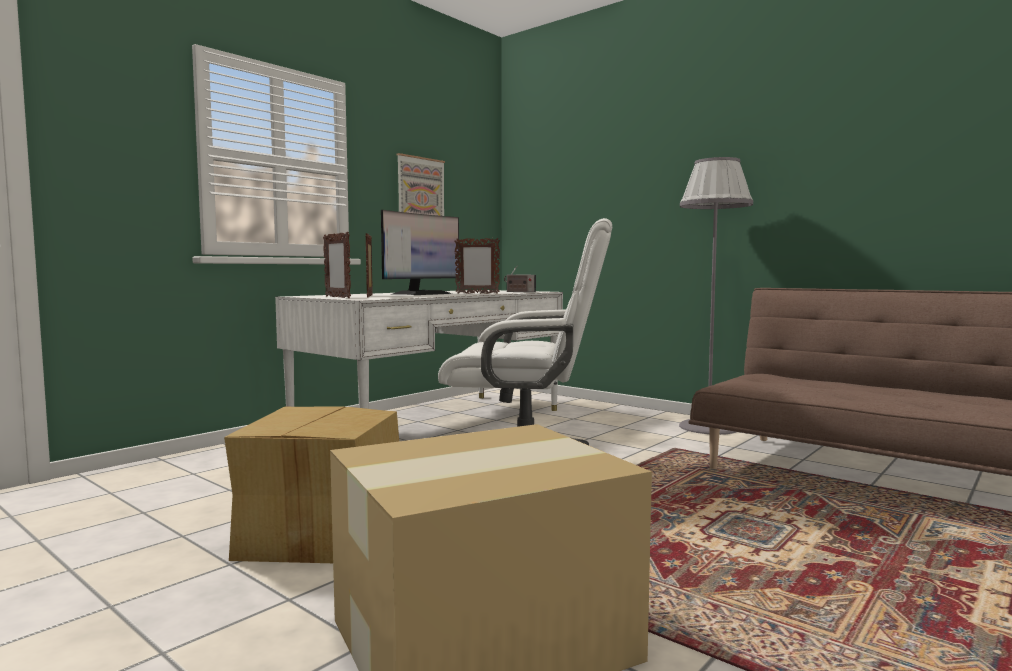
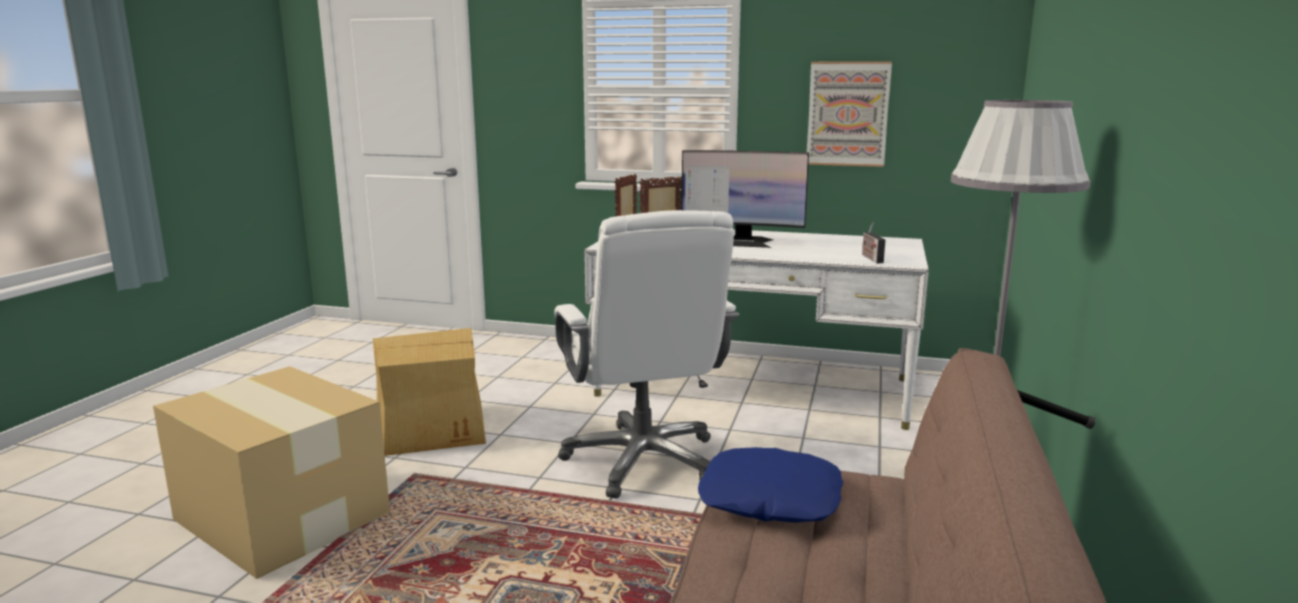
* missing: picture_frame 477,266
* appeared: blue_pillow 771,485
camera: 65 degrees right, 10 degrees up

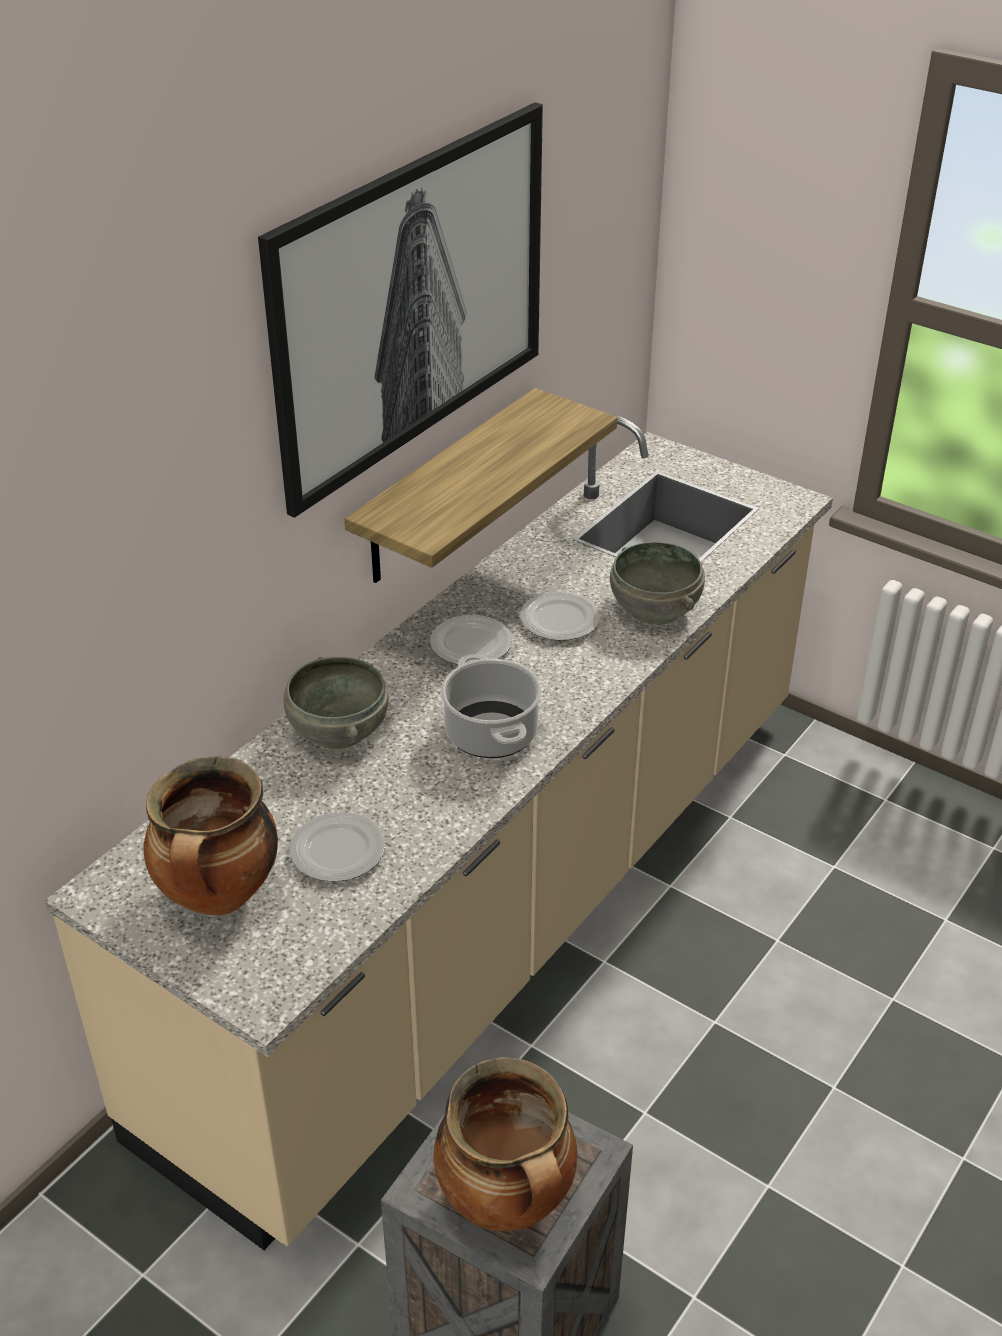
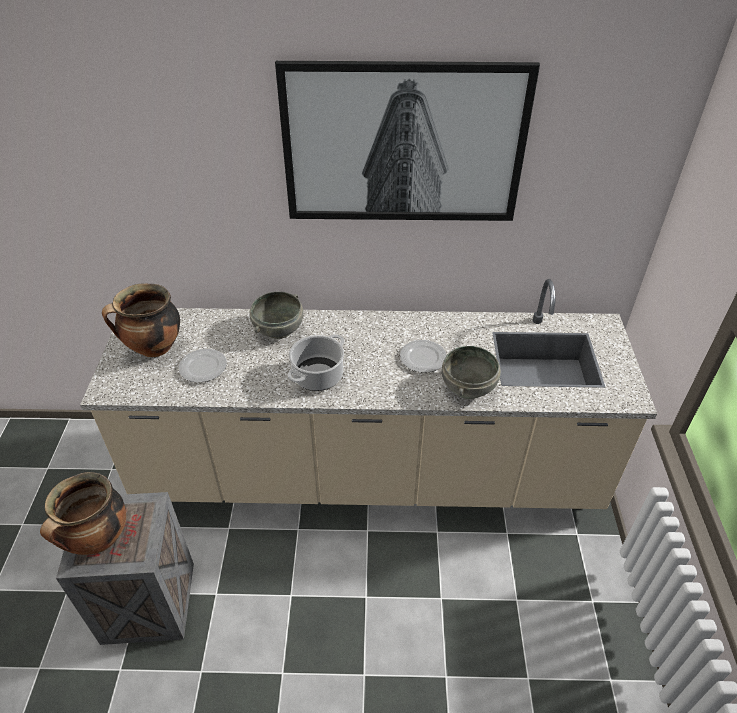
* missing: shelf 480,485
* missing: plate 471,640
camera: 55 degrees right, 5 degrees up

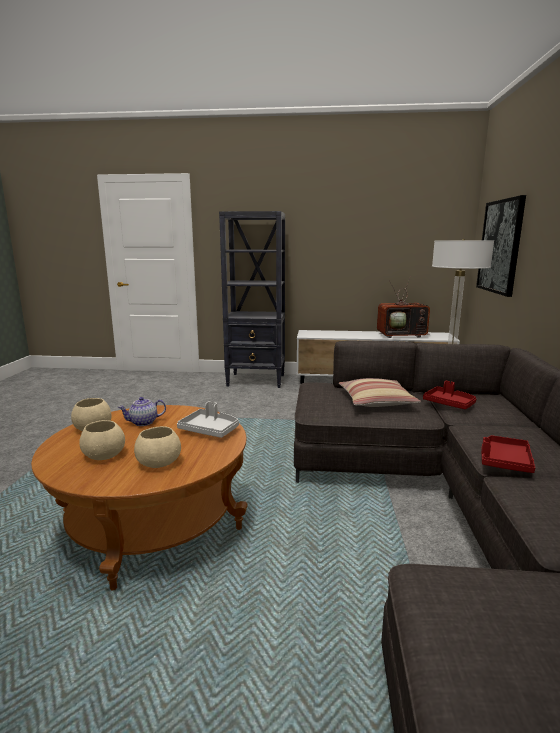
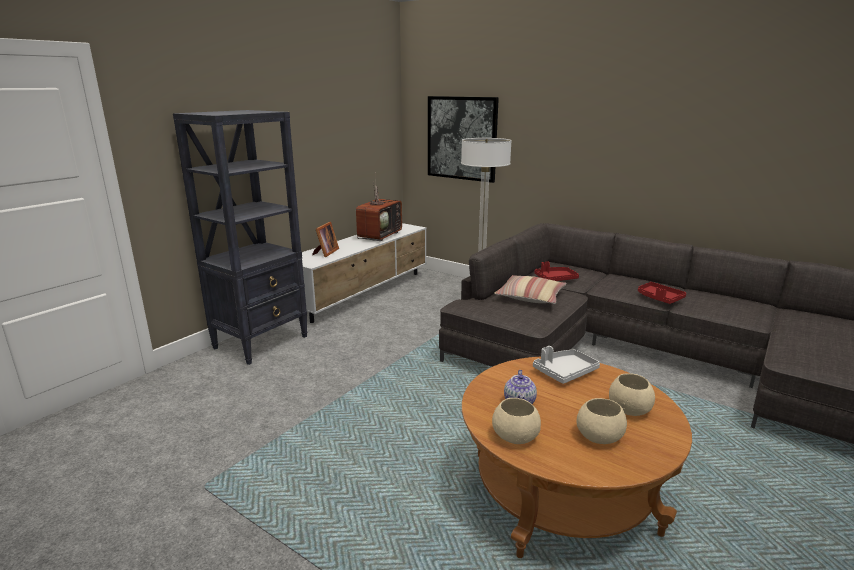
* appeared: picture_frame 325,239
camera: 60 degrees left, 5 degrees up

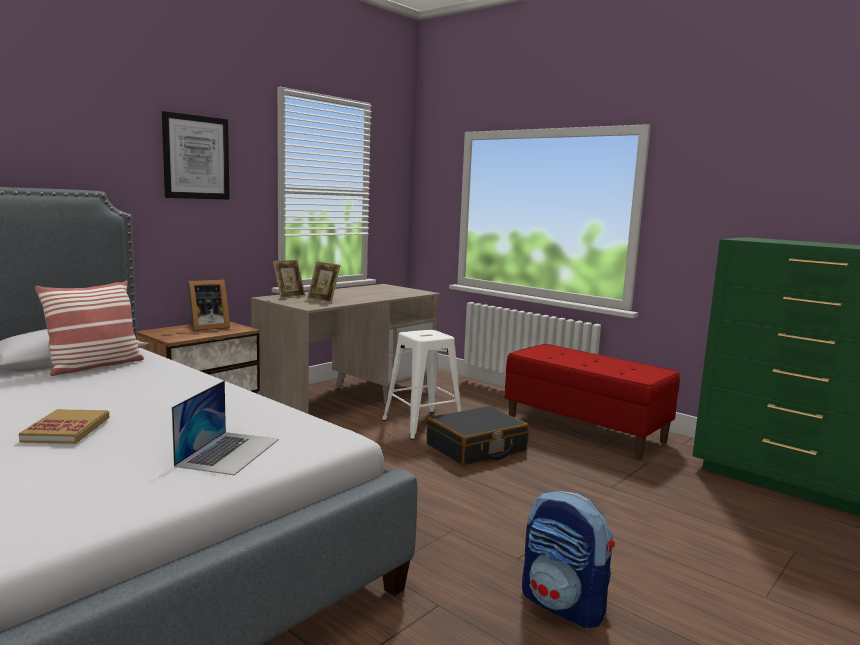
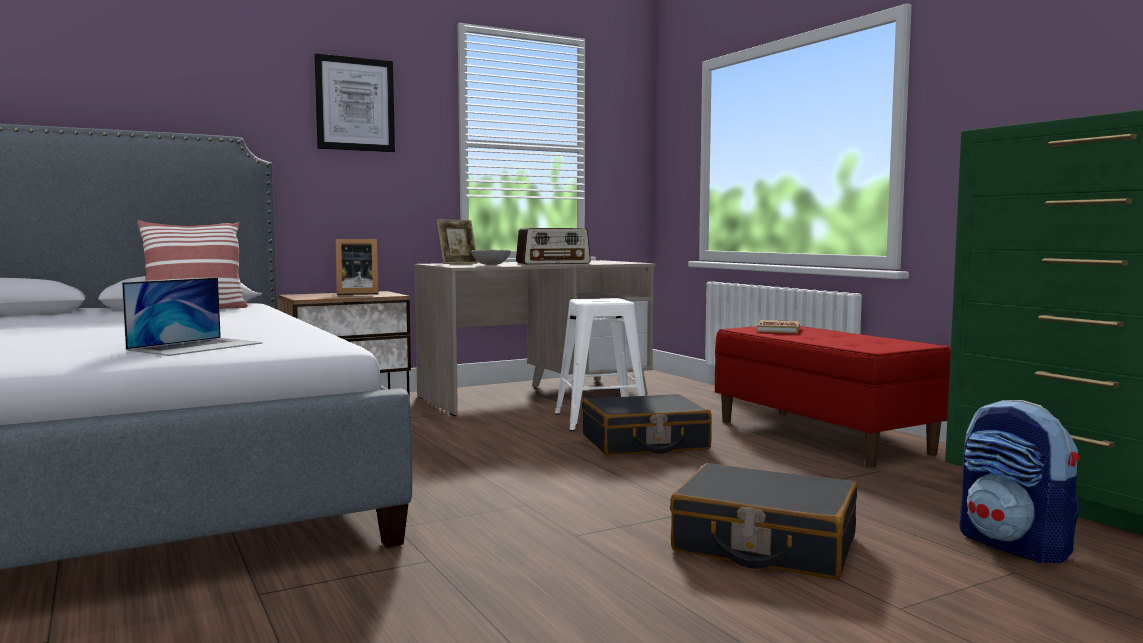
* appeared: radio 553,246
* appeared: black_suitcase 763,521
* relocated: book 64,426 to 778,326
* relocated: backpack 568,559 to 1020,481
* exchanged: picture_frame 324,282 to grey_bowl 491,257
camera: 20 degrees right, 5 degrees down

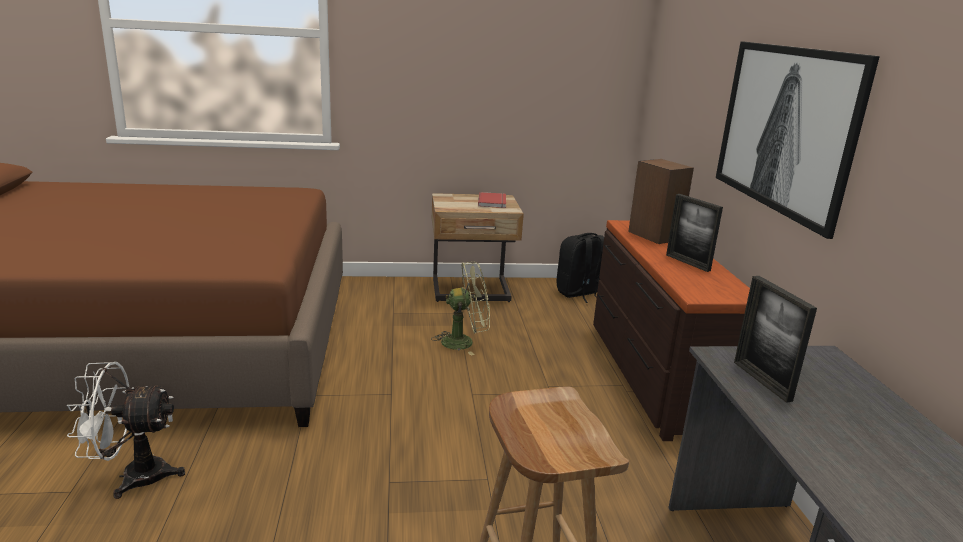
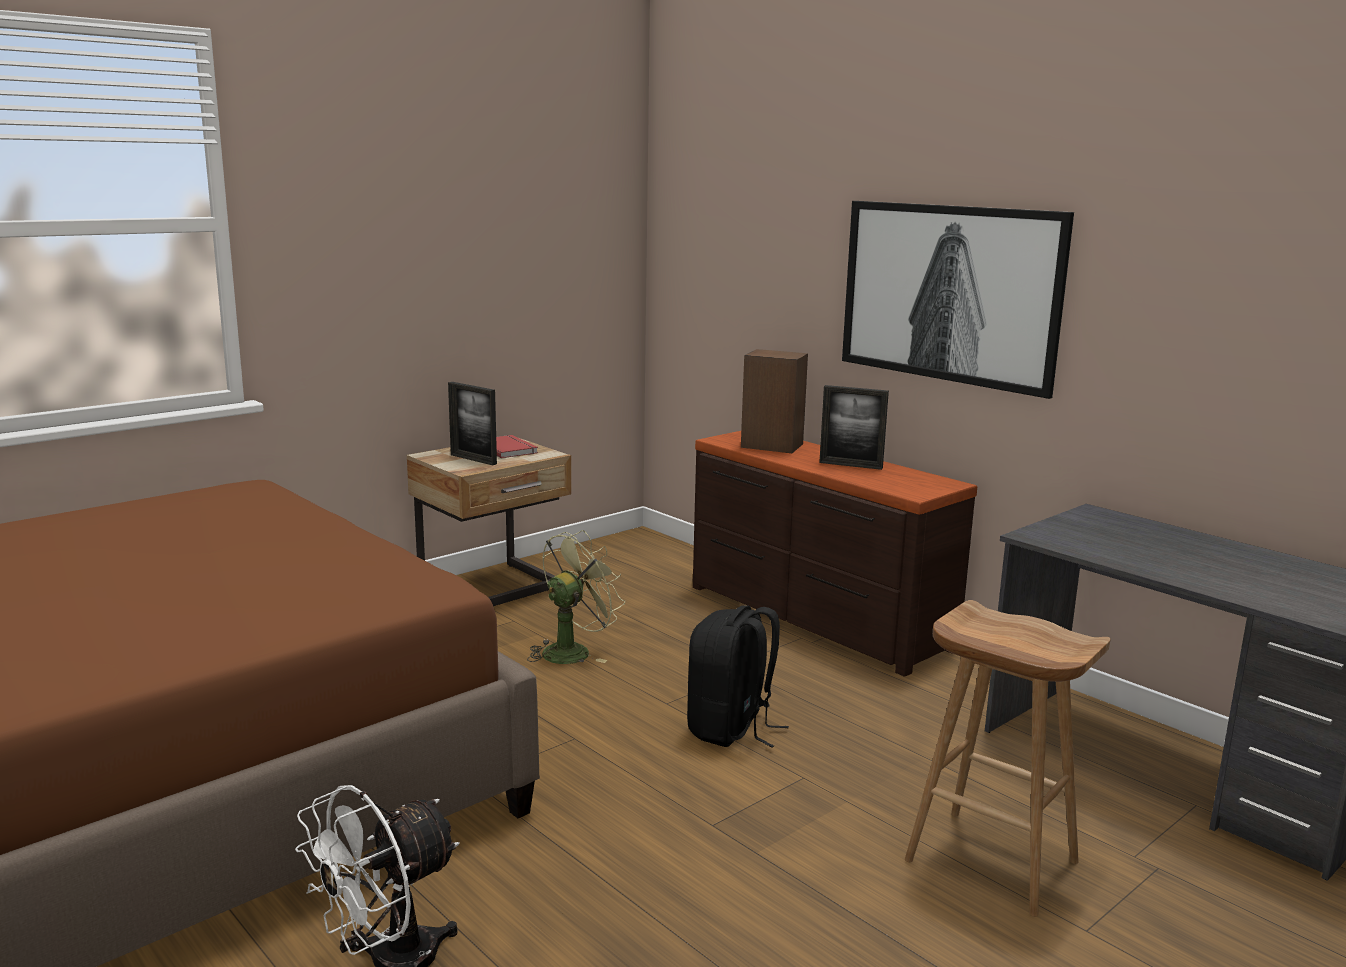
* relocated: black_backpack 580,268 to 738,676
* relocated: picture_frame 775,339 to 472,423
camera: 35 degrees left, 5 degrees down

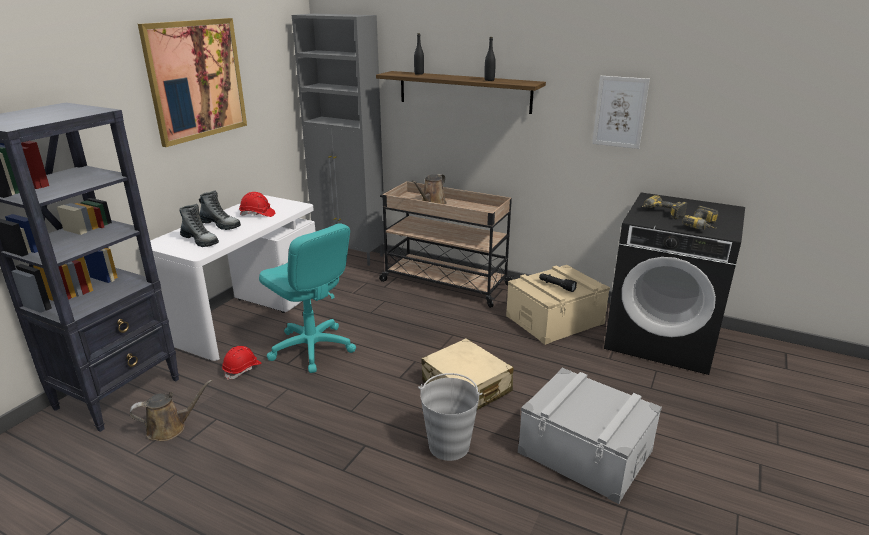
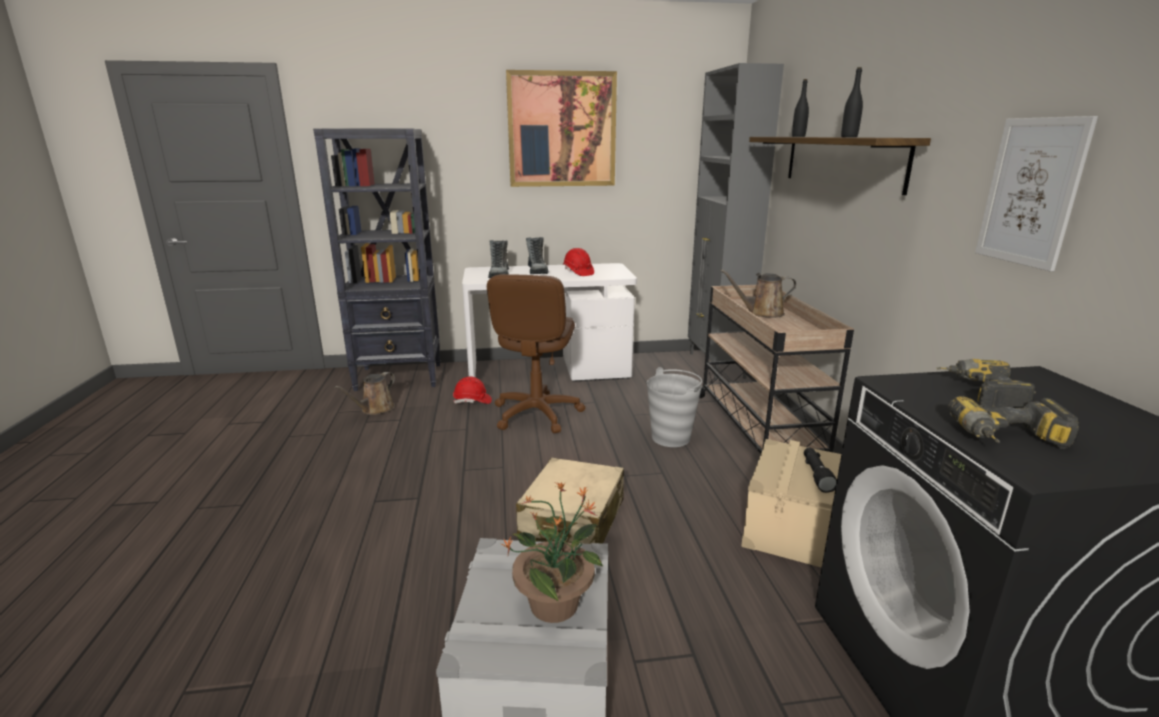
* appeared: potted_plant 552,552
* relocated: grey_bucket 450,417 to 674,407
* colour: turquoise_office_chair 307,298 to brown_office_chair 536,353
* spun: brown_watering_can 171,410 = 364,393 90 degrees clockwise
camera: 55 degrees right, 5 degrees down

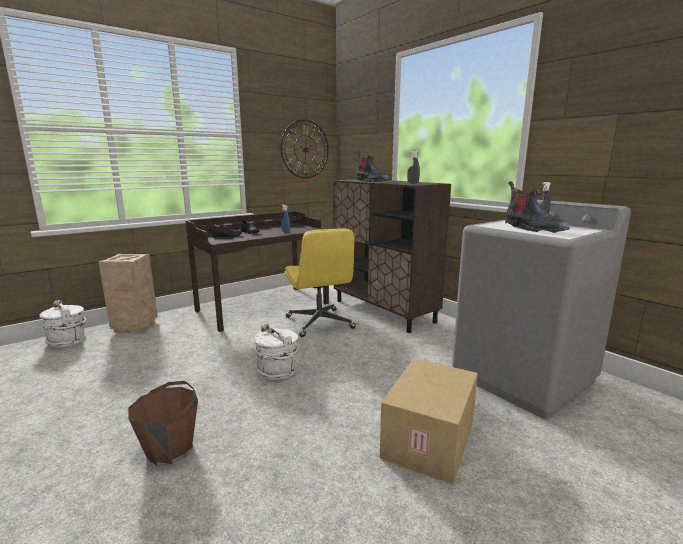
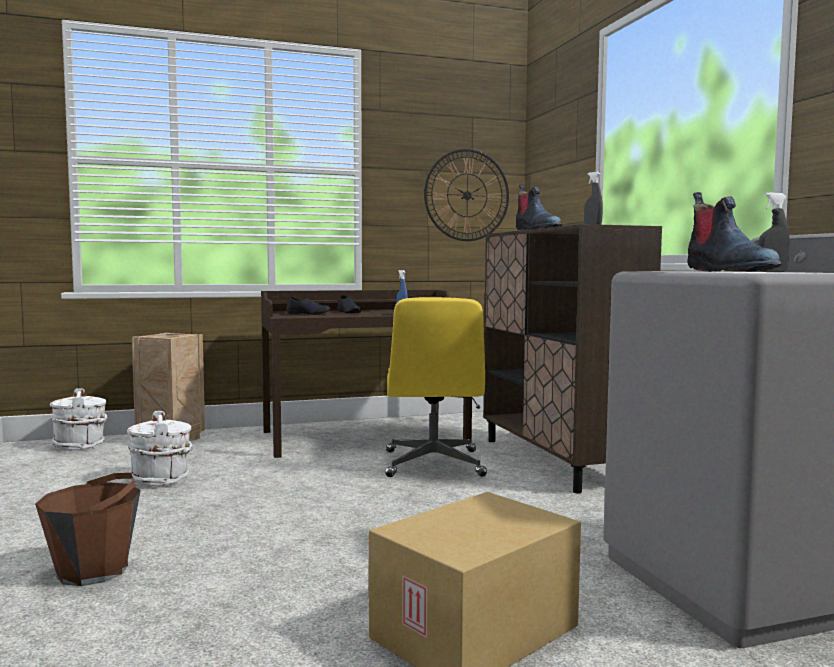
* relocated: white_bucket 276,351 to 159,448
camera: 20 degrees right, 10 degrees down

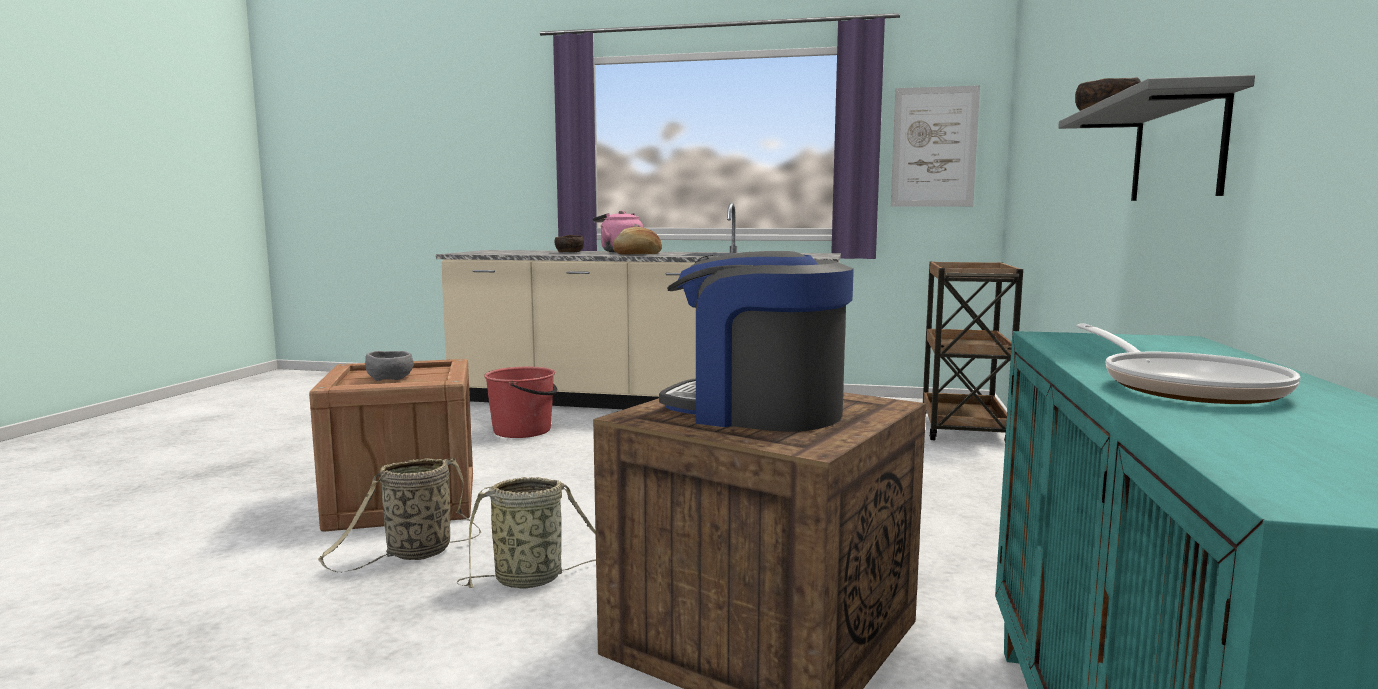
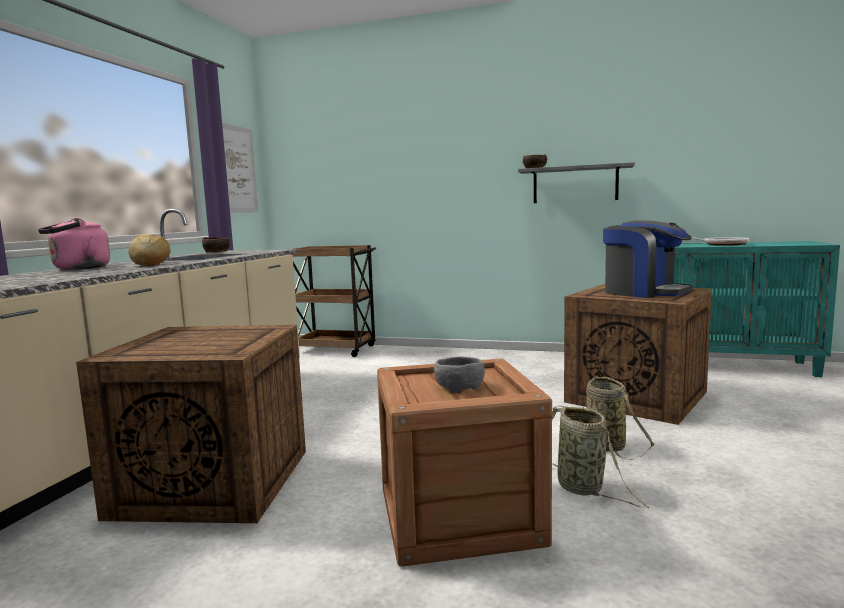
* relocated: brown_bowl 569,243 to 216,244
* exchanged: red_bucket 520,402 to crate 191,424
* spun: coffee_machine 756,341 = 648,259 75 degrees counterclockwise
camera: 85 degrees left, 0 degrees up

